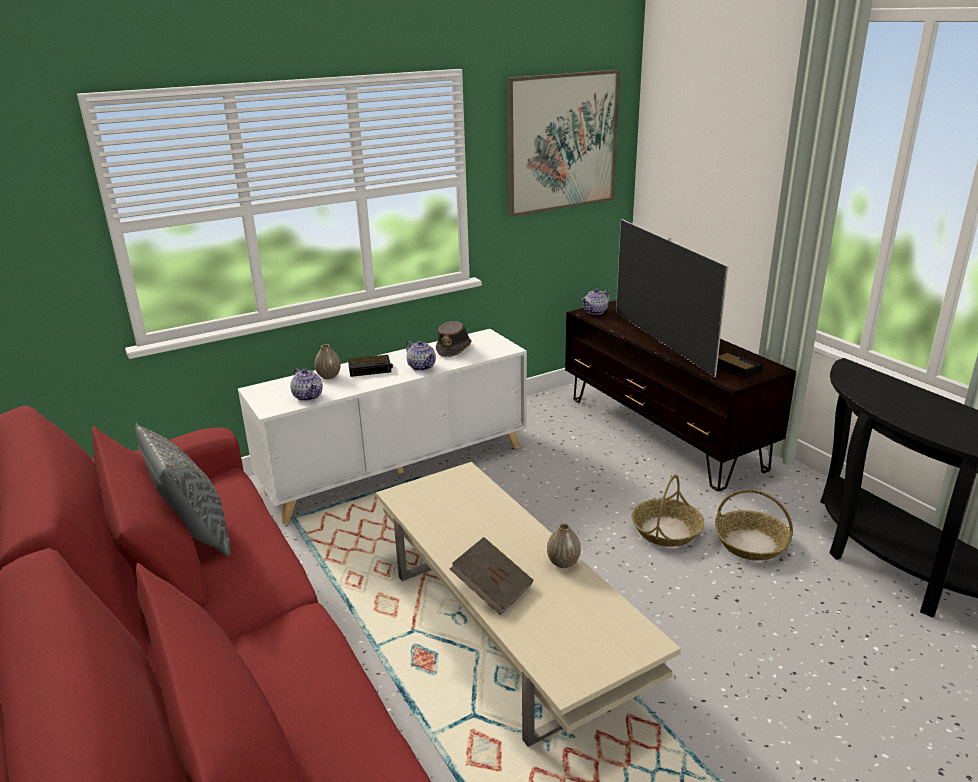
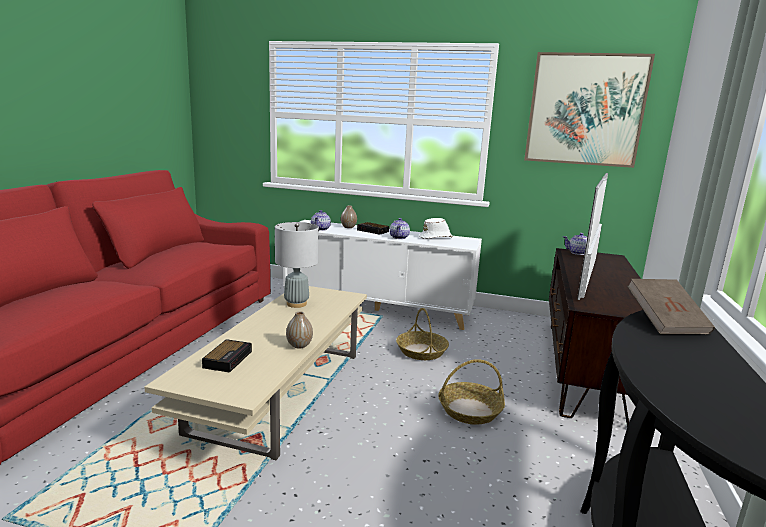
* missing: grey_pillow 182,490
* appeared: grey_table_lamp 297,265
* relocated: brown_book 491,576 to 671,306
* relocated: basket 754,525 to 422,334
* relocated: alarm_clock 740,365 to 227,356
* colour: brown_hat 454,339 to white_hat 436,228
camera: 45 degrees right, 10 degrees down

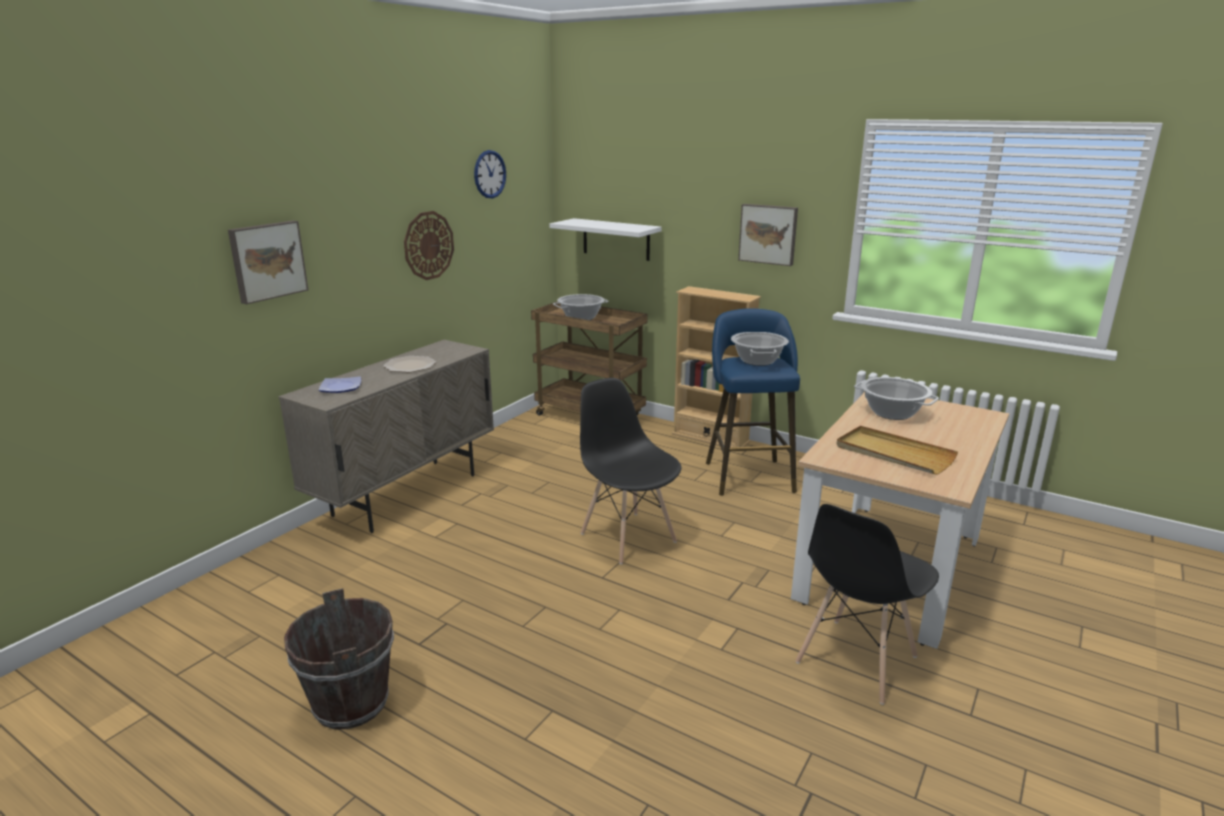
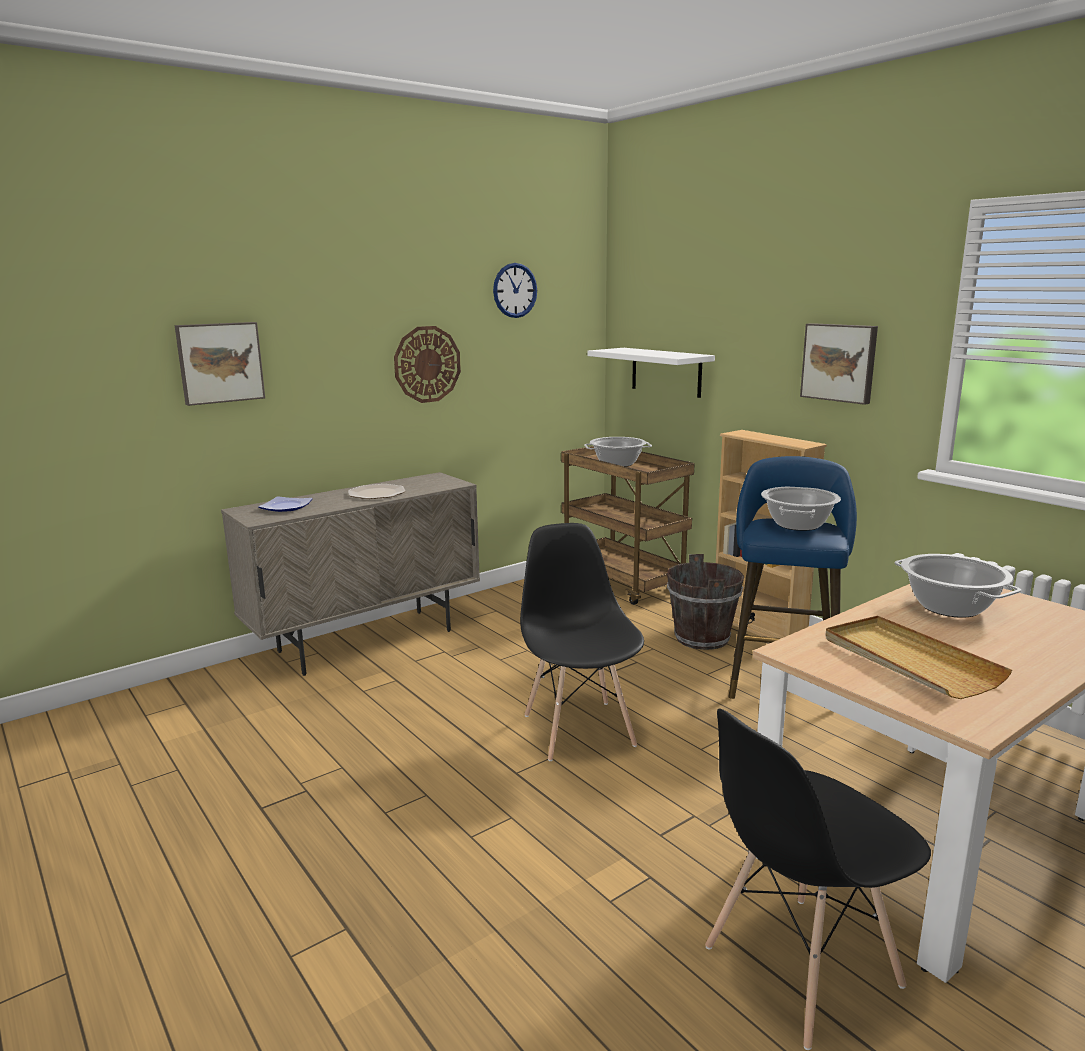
* relocated: brown_bucket 339,658 to 705,602
camera: 20 degrees right, 5 degrees down

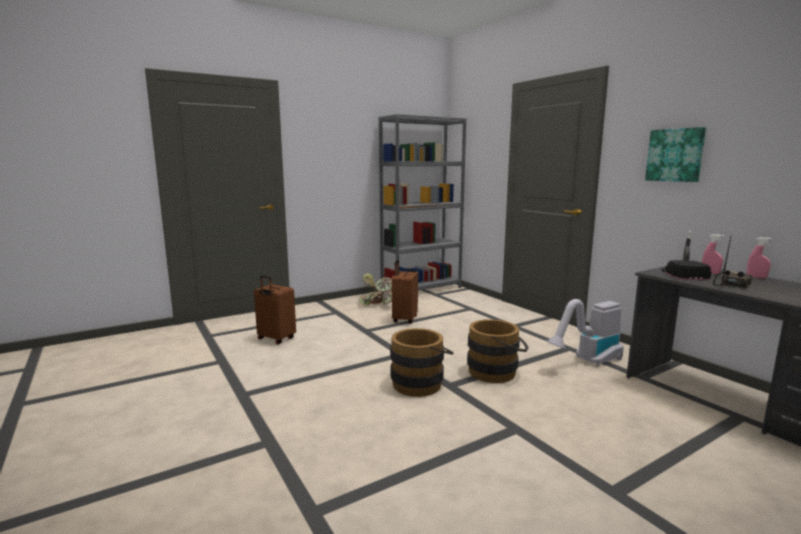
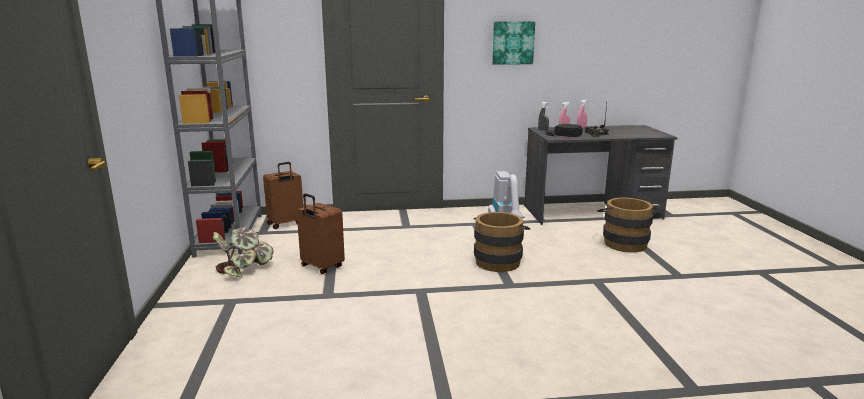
* relocated: brown_suitcase 275,309 to 283,195
* relocated: brown_bucket 422,362 to 625,225
camera: 65 degrees left, 5 degrees up

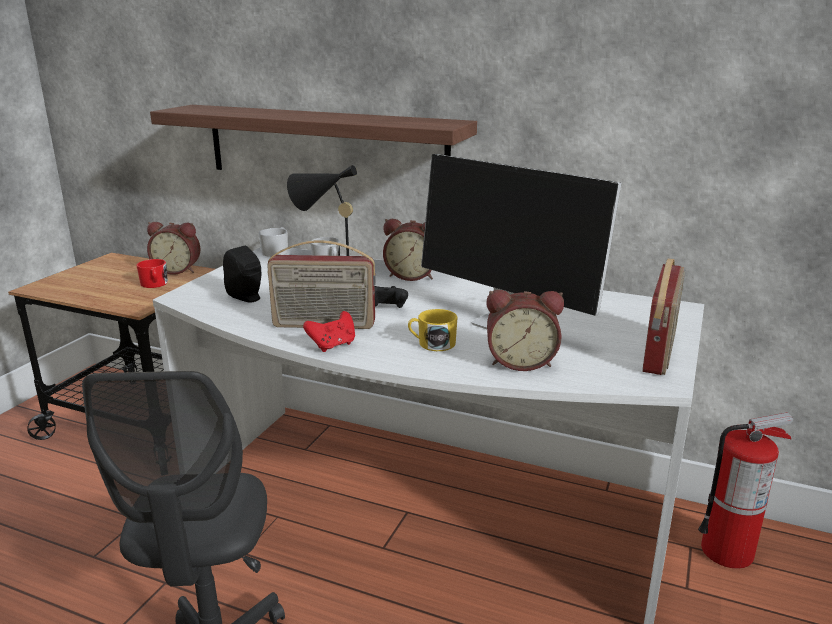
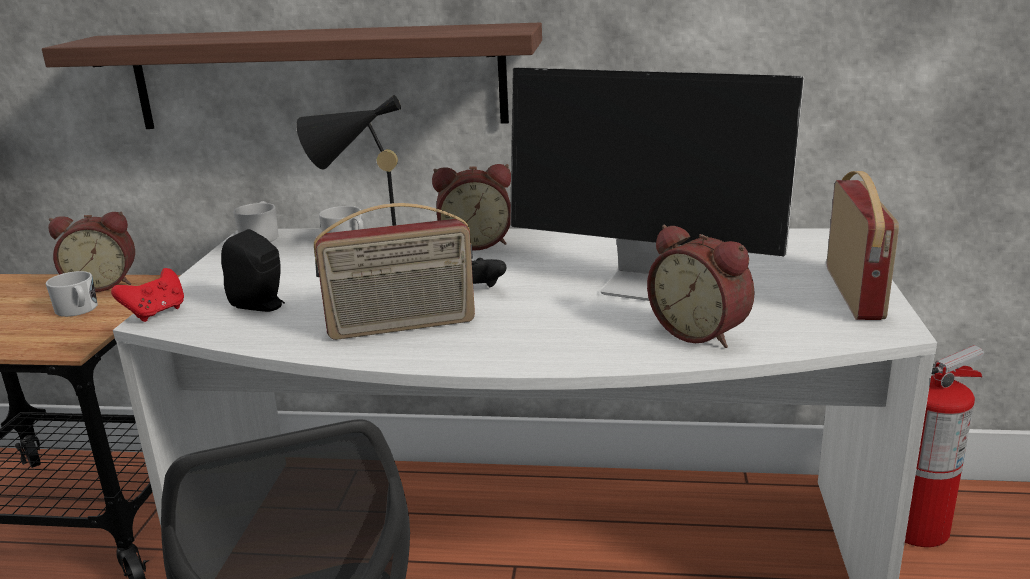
* missing: yellow_mug 433,330
* relocated: red_game_controller 329,331 to 147,295
* colour: red_mug 152,273 to white_mug 72,294
* spun: alarm_clock 525,330 = 701,286 60 degrees clockwise
camera: 15 degrees left, 0 degrees up

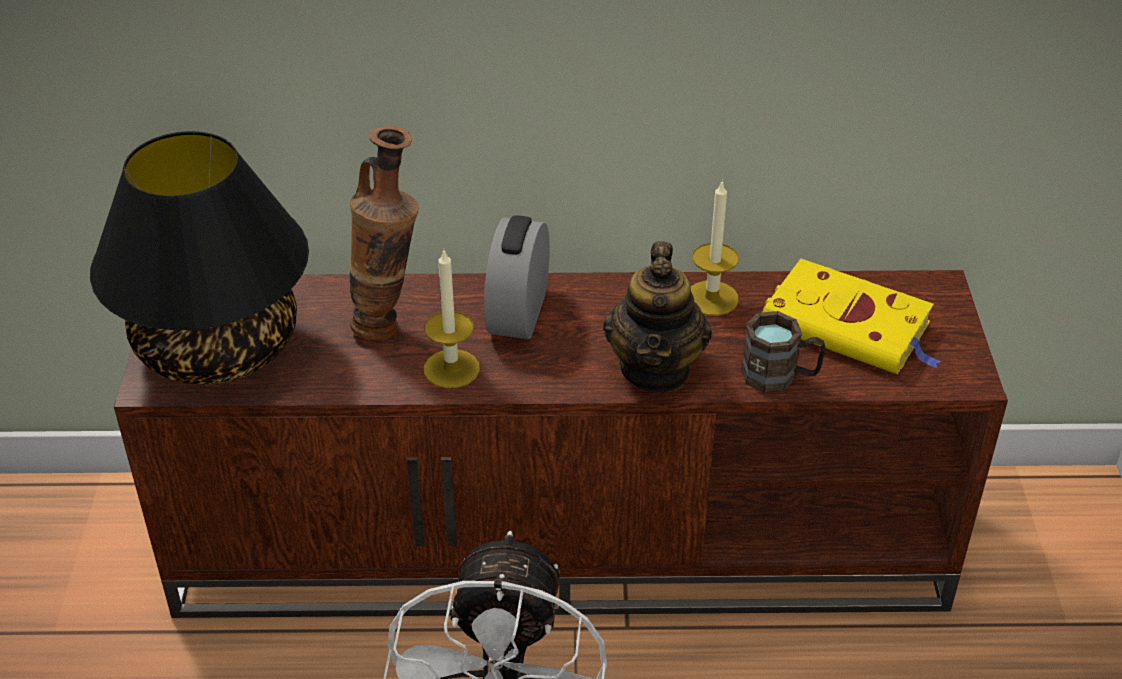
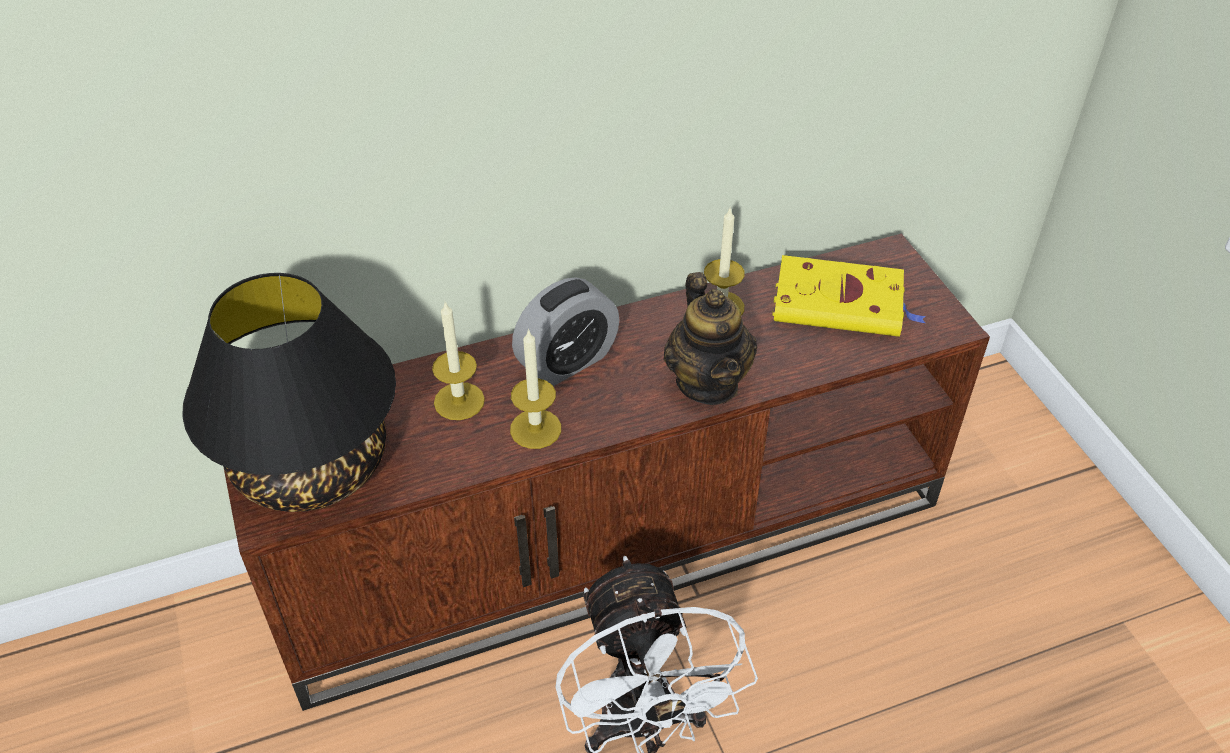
* missing: brown_mug 783,352
* exchanged: vase 384,233 to candle 458,361
* spun: alarm_clock 517,277 = 566,331 120 degrees counterclockwise
camera: 20 degrees left, 5 degrees up

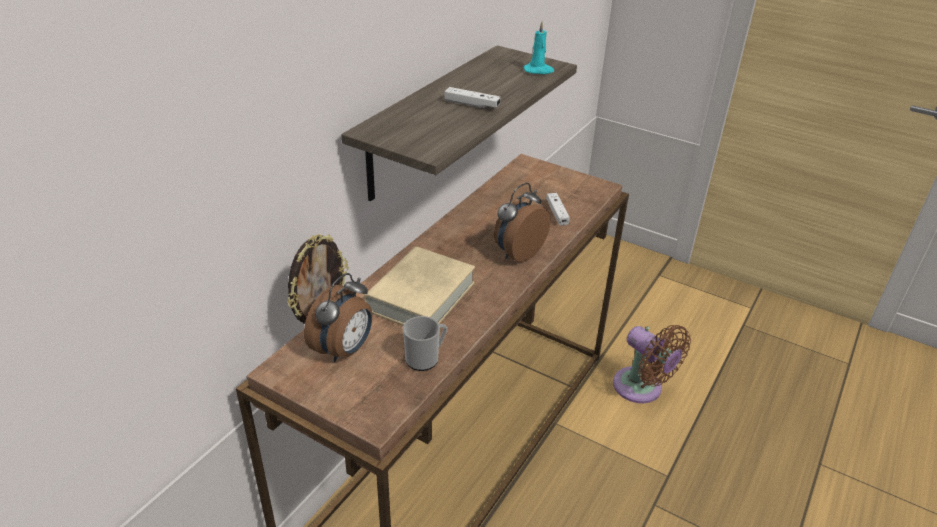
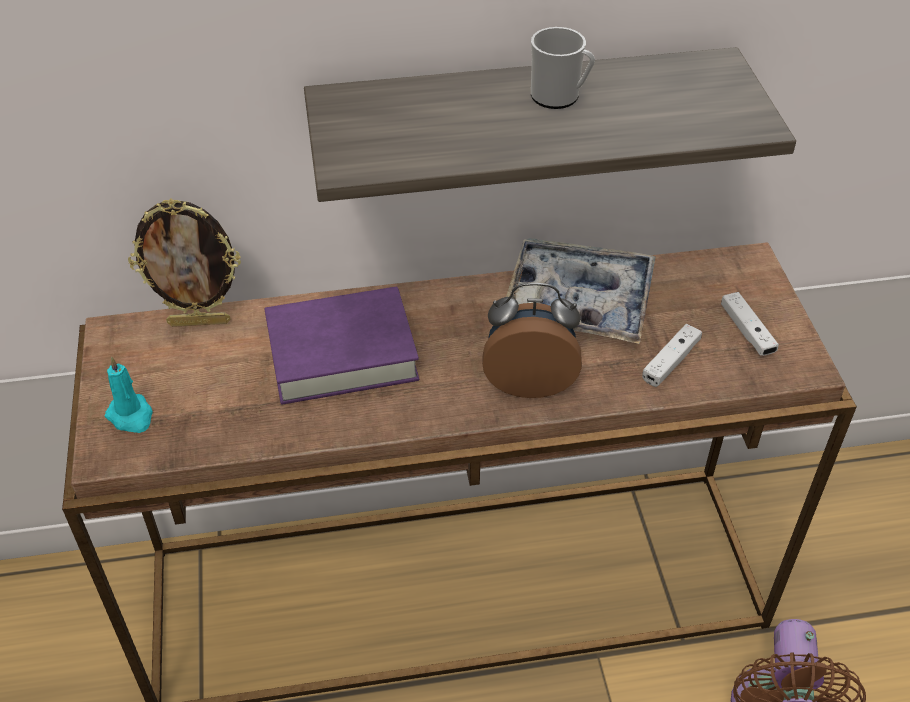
* missing: alarm_clock 338,318
* appeared: tray 580,291
* relocated: mug 425,343 to 563,68
* relocated: white_game_controller 472,97 to 750,324
* relocated: turquoise_candle 539,48 to 129,394
* colour: beige_book 419,286 to purple_book 342,346
camera: 50 degrees right, 10 degrees up

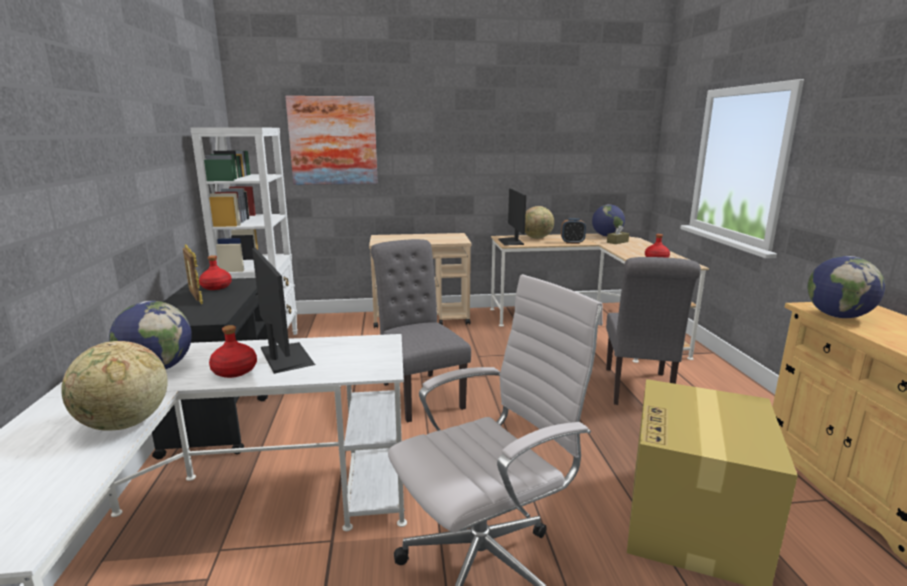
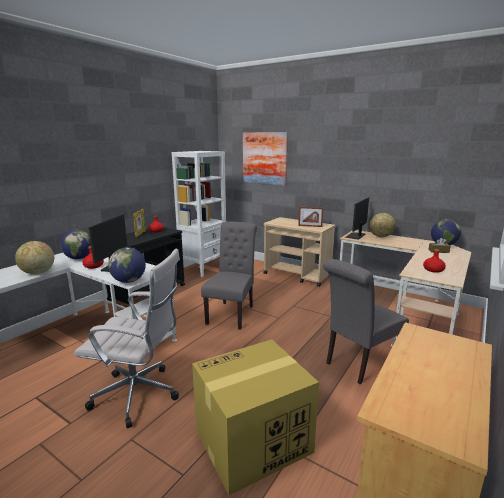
* missing: alarm_clock 573,231
* appeared: picture_frame 310,217
* relocated: globe 846,287 to 127,265
camera: 40 degrees right, 0 degrees up

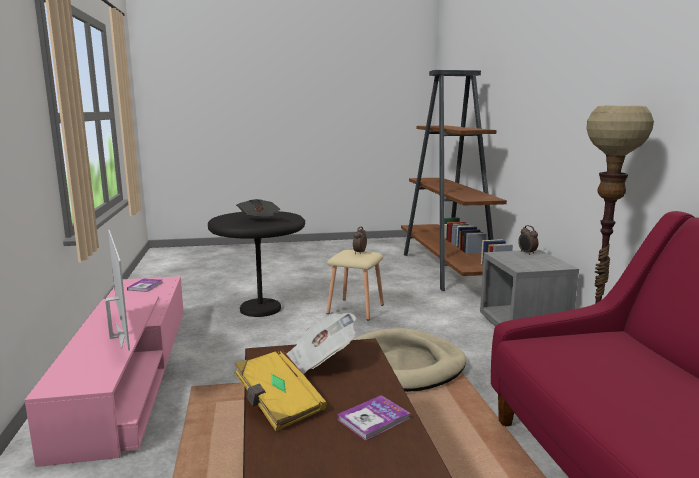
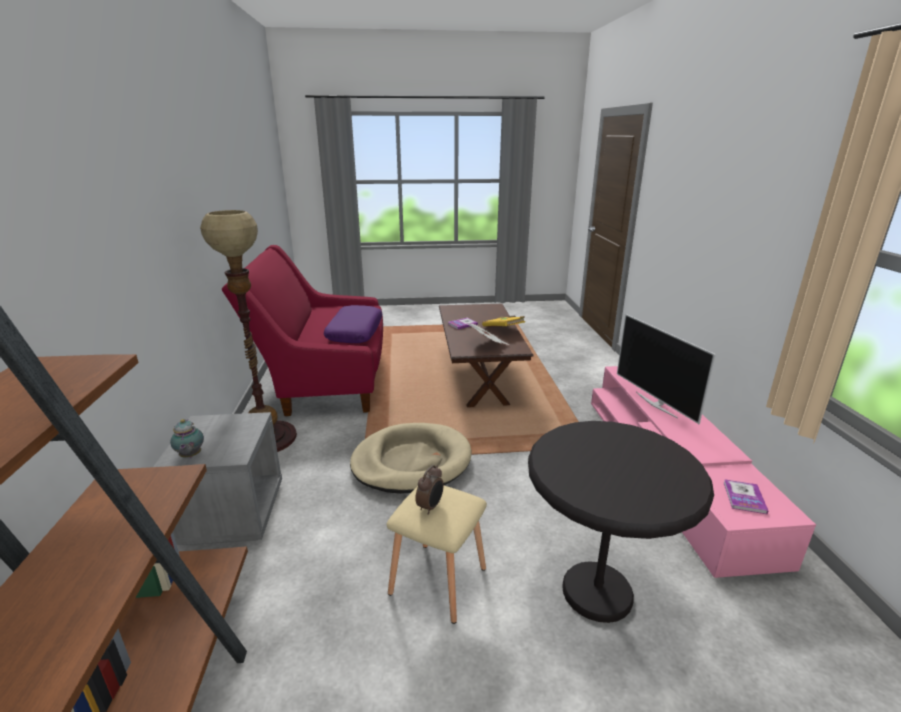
* missing: newspaper 258,208
* appeared: purple_pillow 353,324
* exchanged: alarm_clock 528,240 to teapot 187,438
camera: 175 degrees left, 10 degrees up

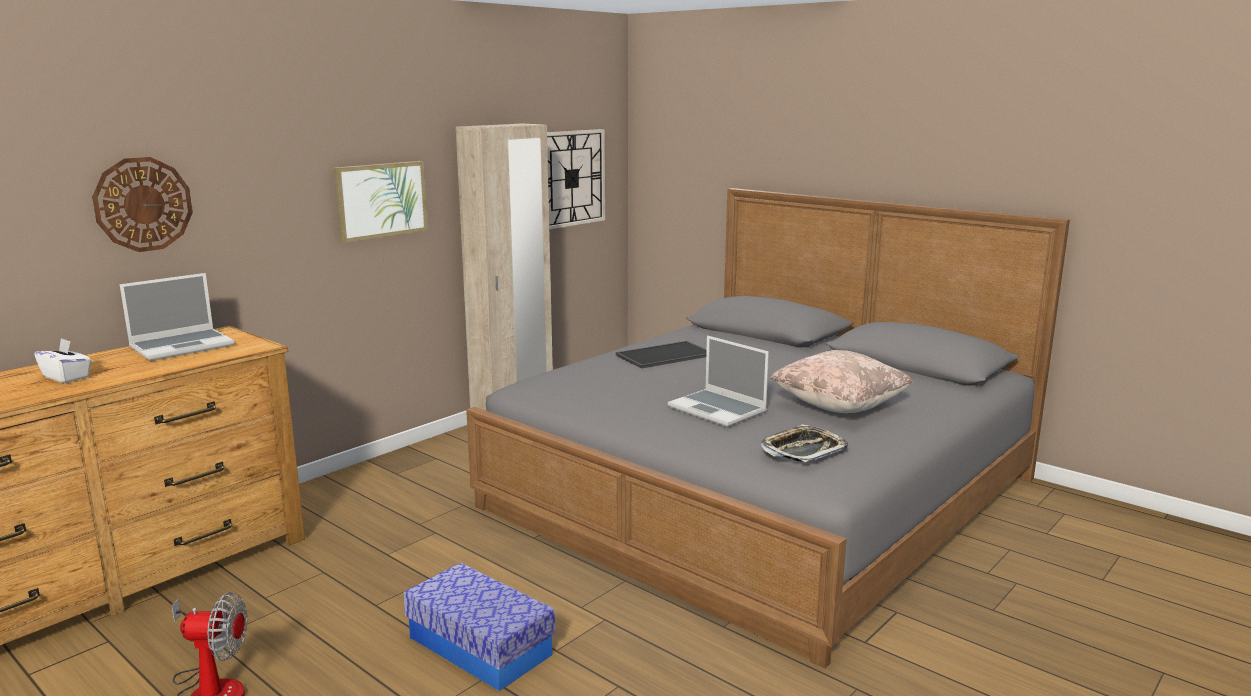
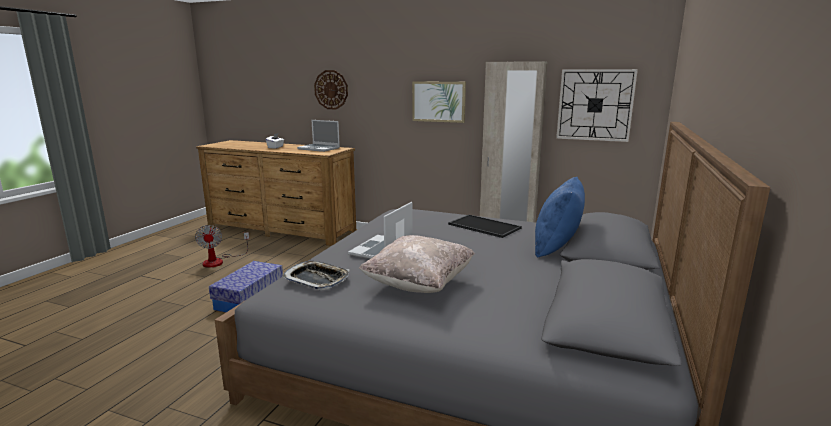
* appeared: blue_pillow 560,217
camera: 70 degrees right, 0 degrees up

